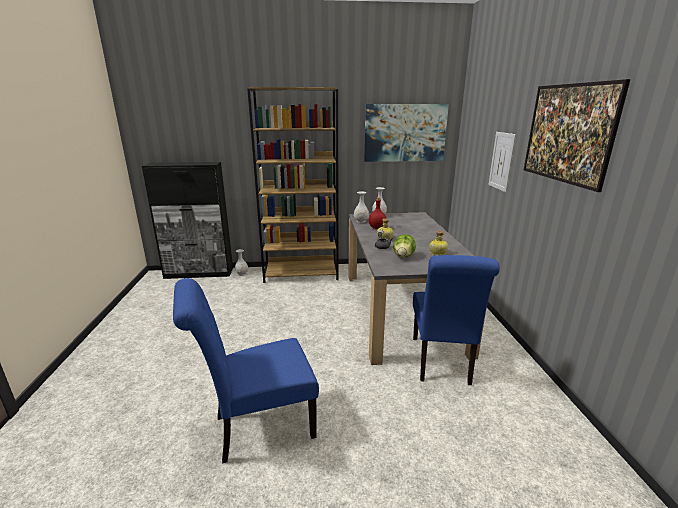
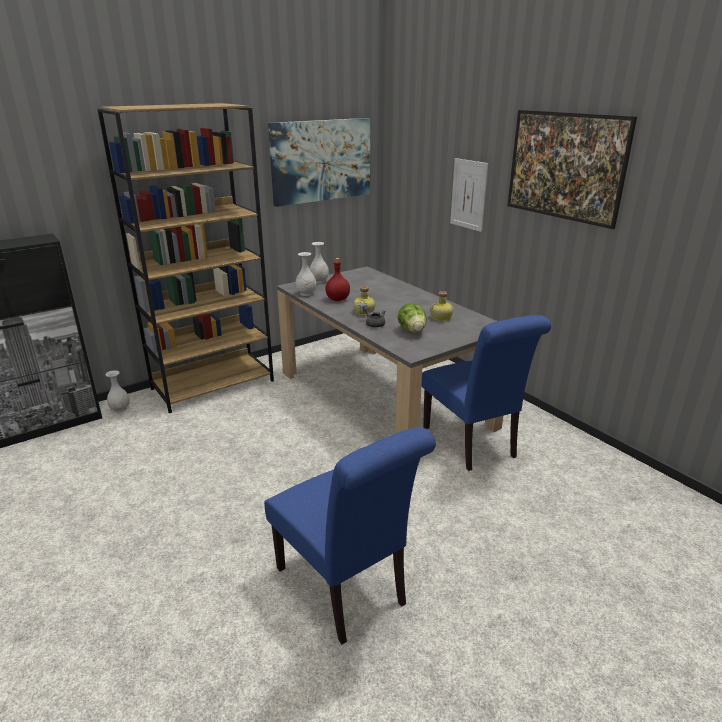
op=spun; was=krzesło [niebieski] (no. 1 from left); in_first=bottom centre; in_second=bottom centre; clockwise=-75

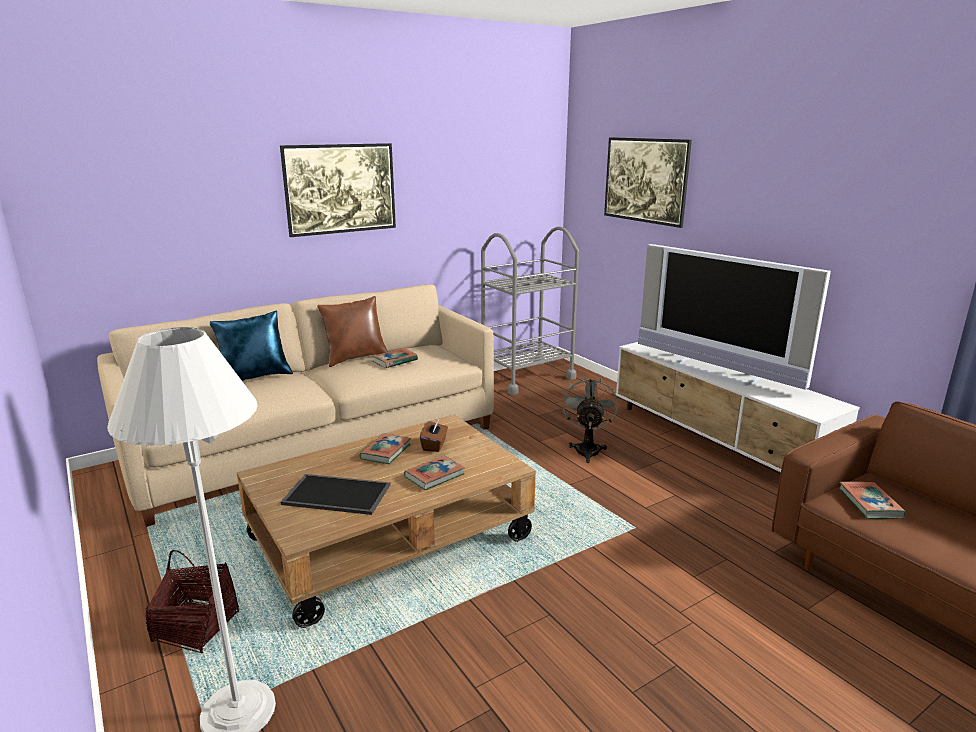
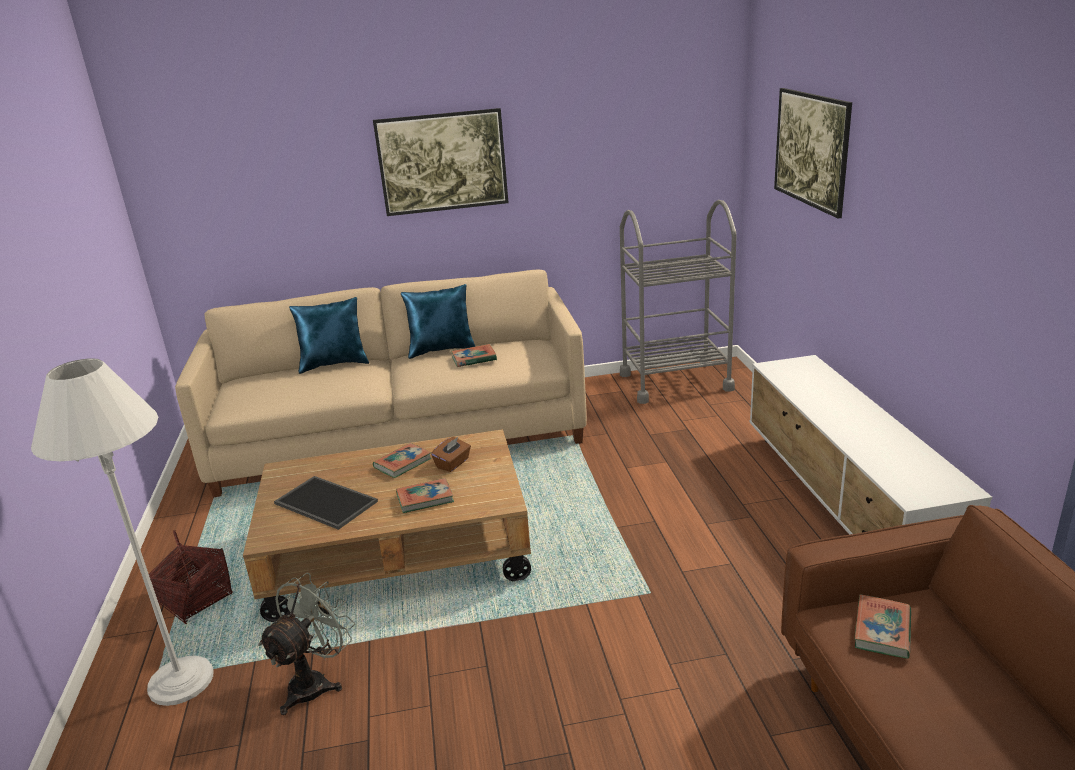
op=missing; was=telewizor; in_first=middle right
op=relocated; was=wentylator [szary]; in_first=centre; in_second=bottom left
op=colour; was=poduszka [brązowy]; now=poduszka [niebieski] (no. 2 from left); in_first=centre; in_second=centre

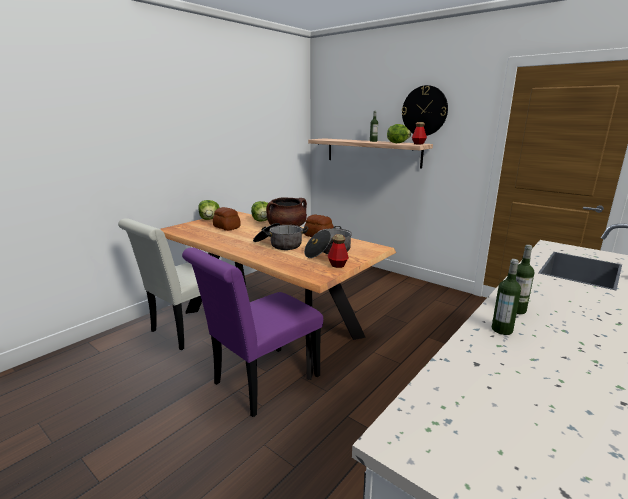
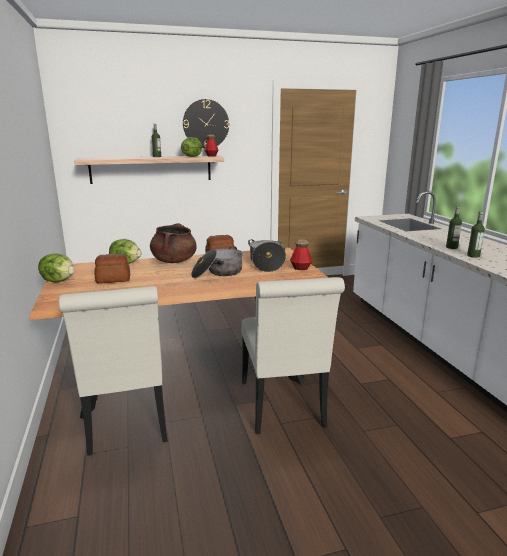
op=colour; was=krzesło [fioletowy]; now=krzesło [biały] (no. 2 from left); in_first=centre; in_second=centre

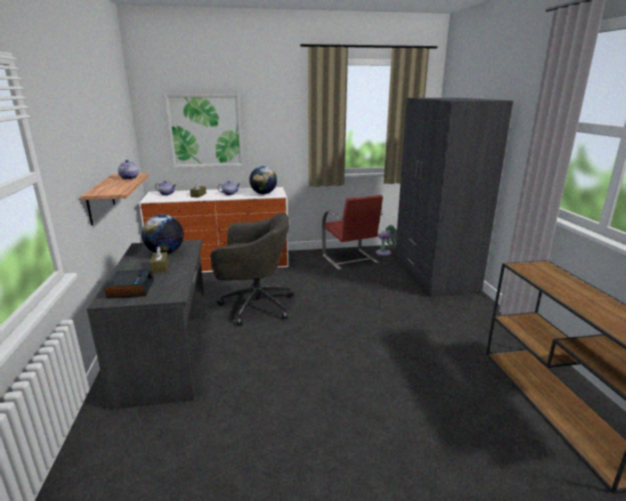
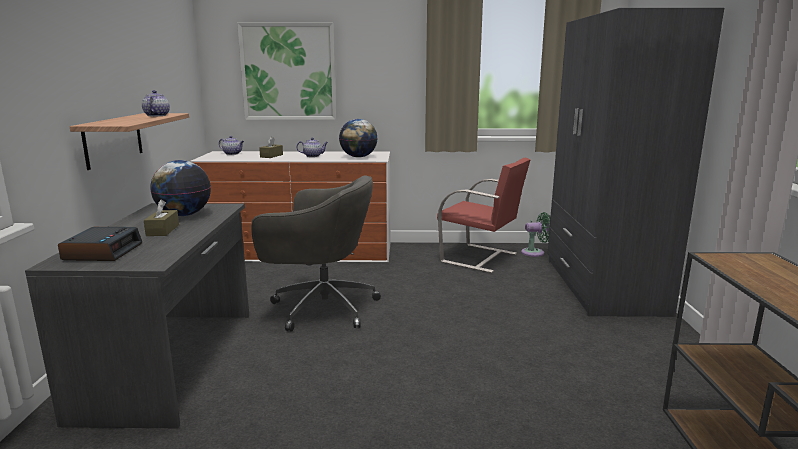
op=spun; was=krzesło [czerwony]; in_first=centre; in_second=centre; clockwise=-45

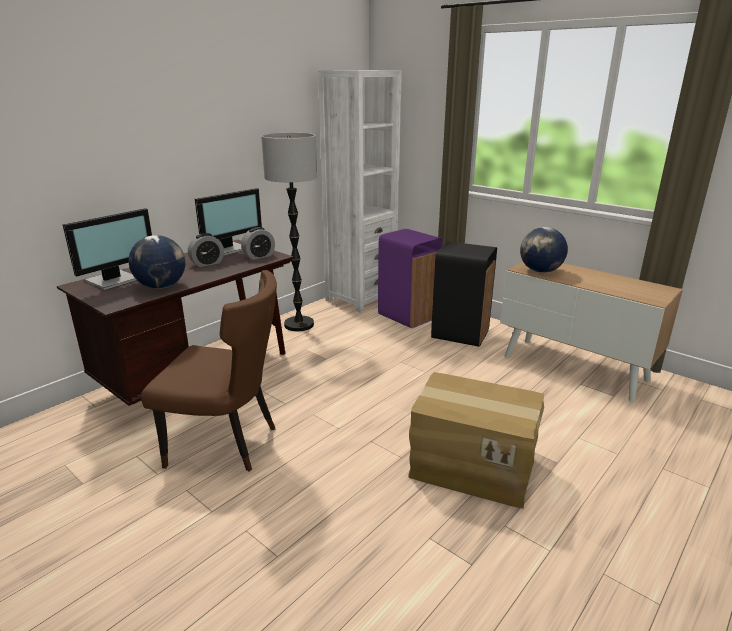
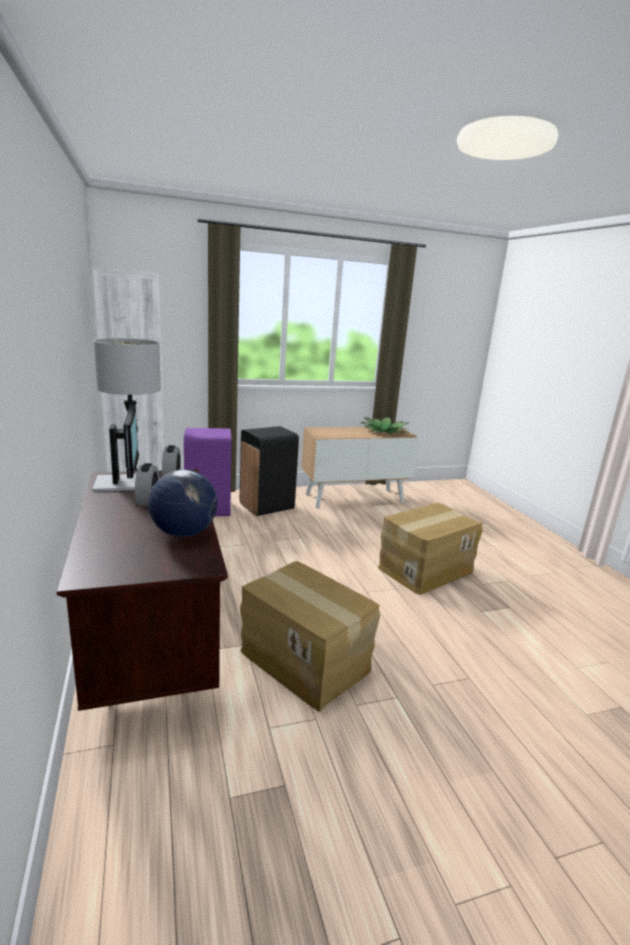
op=missing; was=monitor (no. 1 from left); in_first=middle left
op=missing; was=globus (no. 2 from left); in_first=middle right
op=appeared; now=roślina doniczkowa; in_second=centre
op=exchanged; was=krzesło [brązowy]; now=karton (no. 1 from left); in_first=middle left; in_second=bottom centre

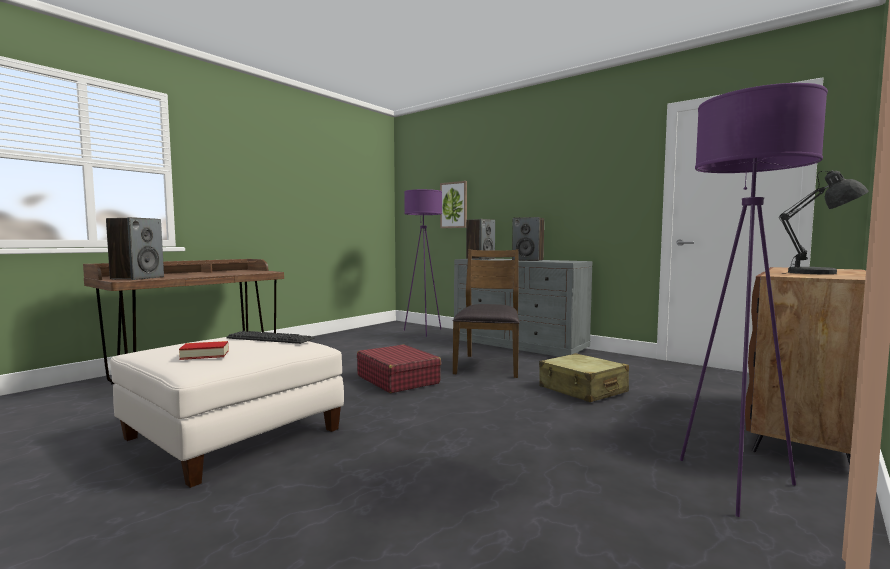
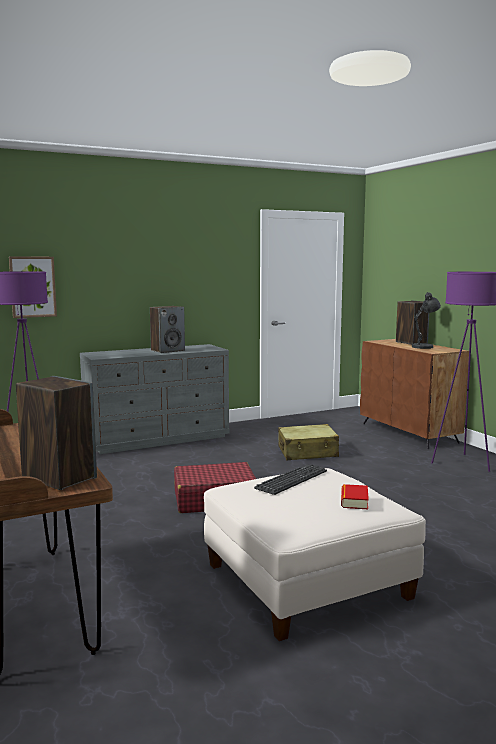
op=missing; was=krzesło [brązowy]; in_first=centre
op=relocated; was=głośnik (no. 2 from left in the first image); now=głośnik (no. 3 from left); in_first=centre; in_second=middle right

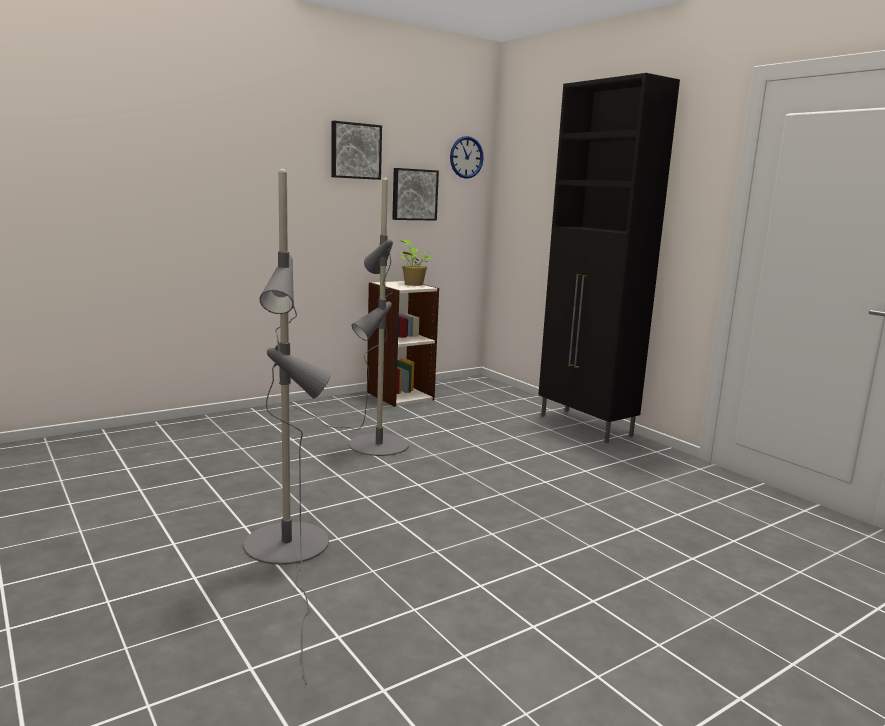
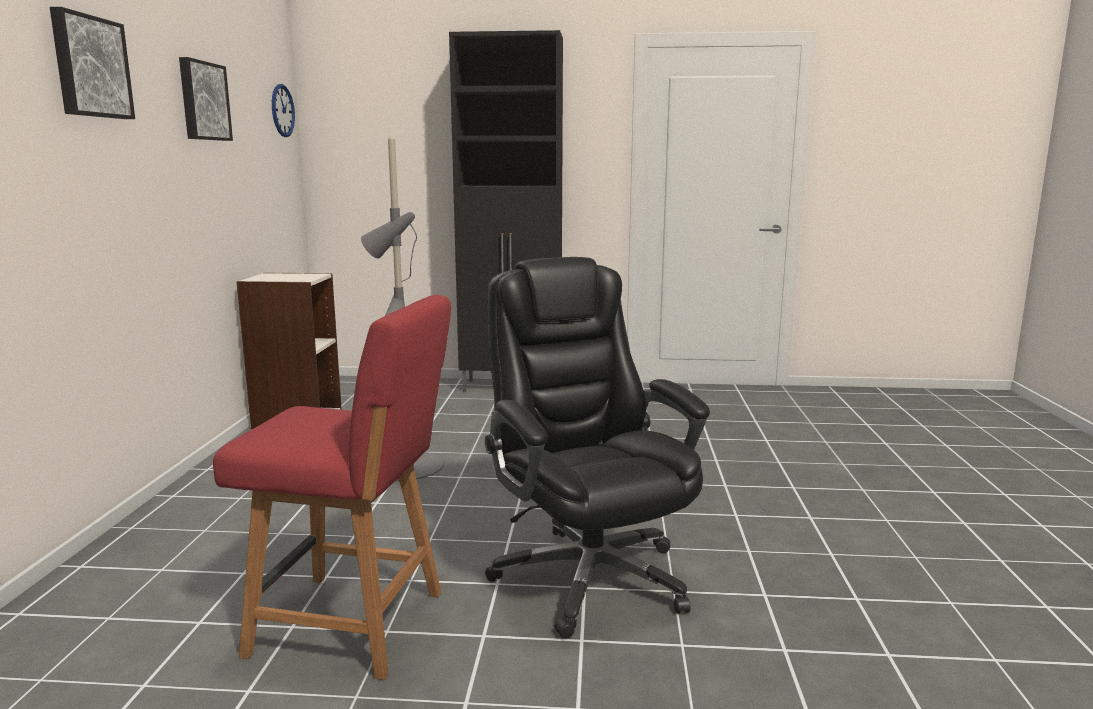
op=missing; was=roślina doniczkowa; in_first=centre
op=appeared; now=krzesło [czerwony]; in_second=bottom left
op=relocated; was=obraz (no. 2 from left in the first image); now=obraz (no. 1 from left); in_first=top centre; in_second=top left
op=exchanged; was=lampa stojąca [szary] (no. 1 from left); now=krzesło biurowe [czarny]; in_first=middle left; in_second=centre

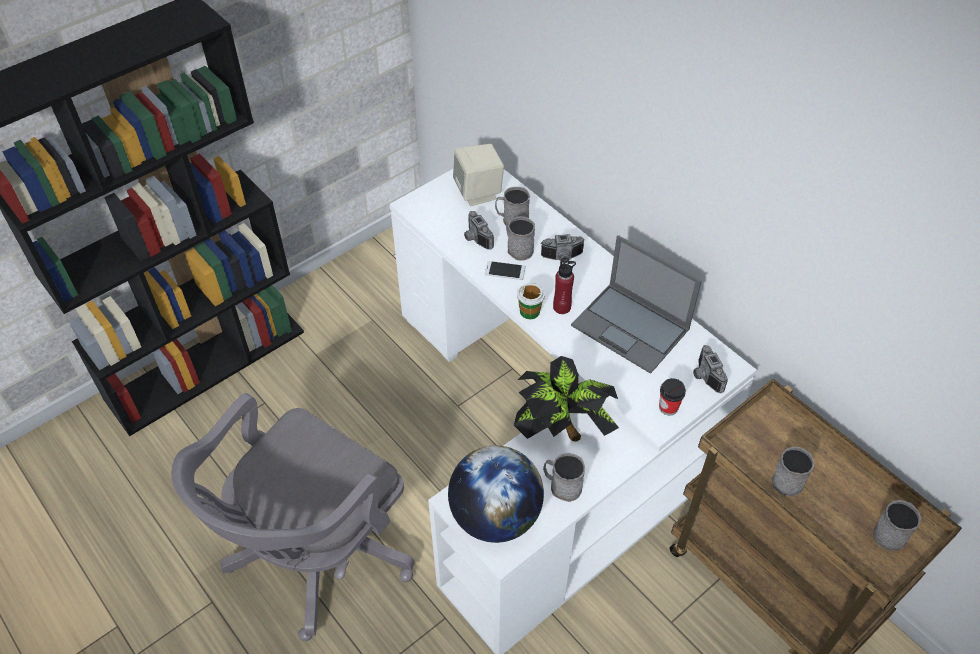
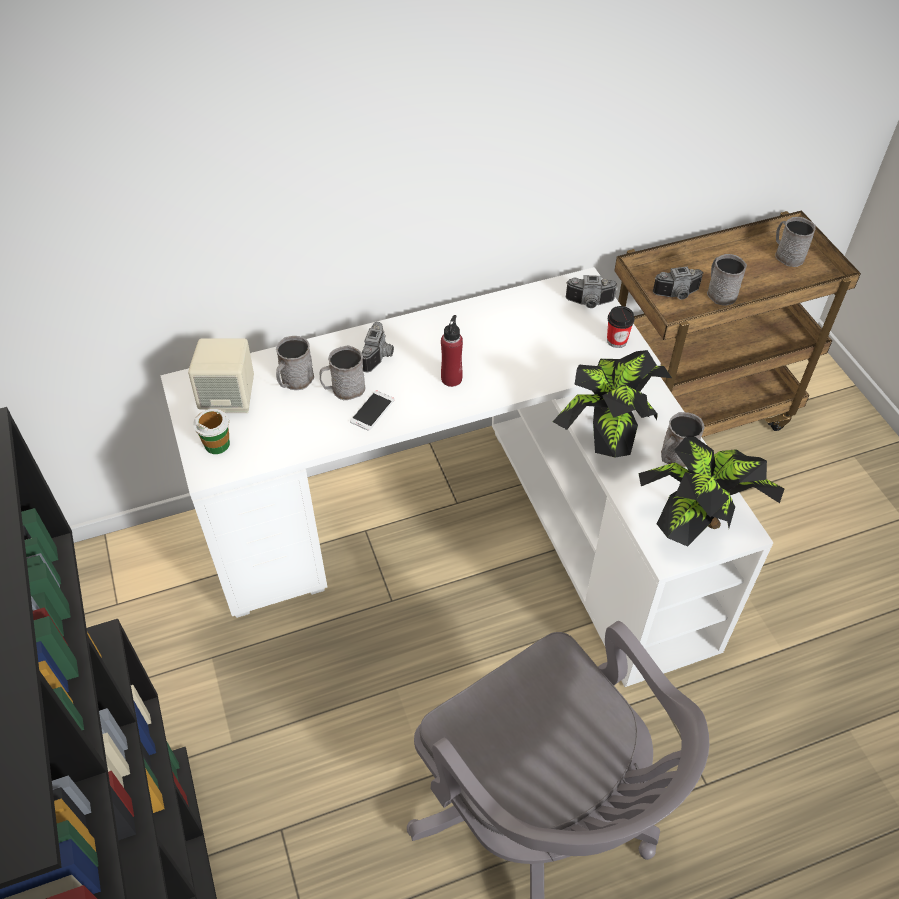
op=missing; was=laptop; in_first=centre
op=relocated; was=aparat fotograficzny (no. 1 from left in the first image); now=aparat fotograficzny (no. 3 from left); in_first=centre; in_second=top right
op=relocated; was=filiżanka (no. 1 from left); in_first=centre; in_second=middle left
op=exchanged; was=globus; now=roślina doniczkowa (no. 2 from left); in_first=bottom centre; in_second=middle right

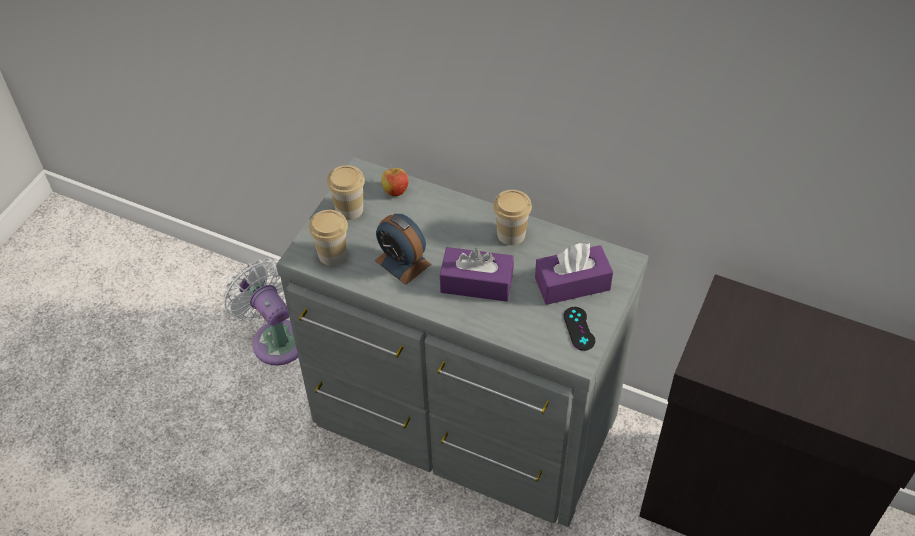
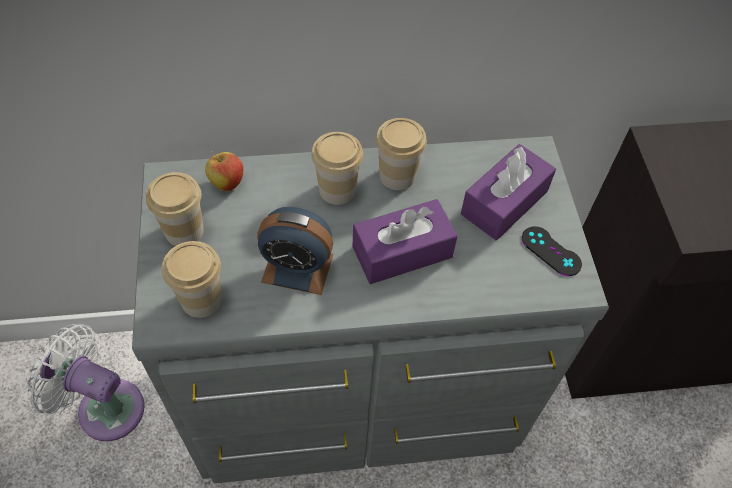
op=appeared; now=filiżanka (no. 3 from left); in_second=centre

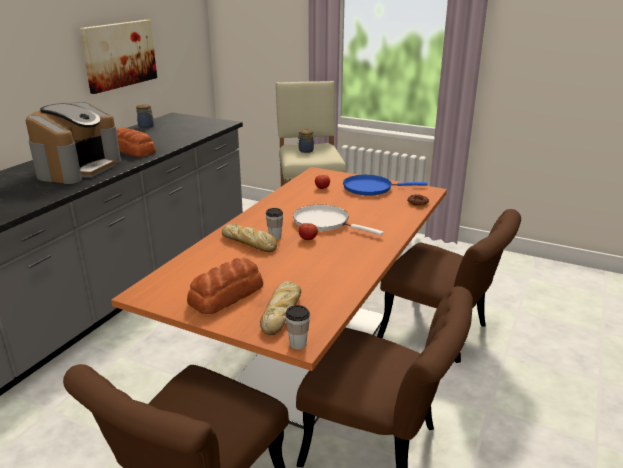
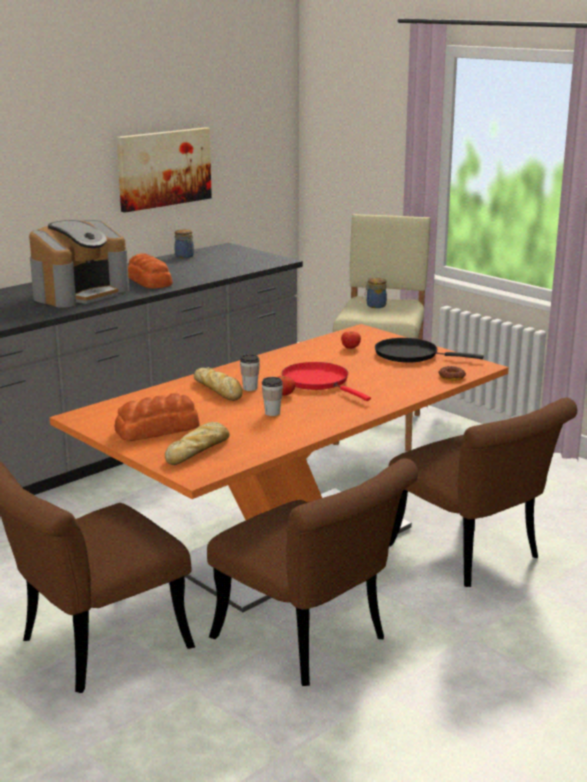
op=relocated; was=filiżanka (no. 2 from left); in_first=bottom centre; in_second=centre
op=colour; was=patelnia [biały]; now=patelnia [czerwony]; in_first=centre; in_second=centre
op=colour; was=patelnia [niebieski]; now=patelnia [czarny]; in_first=centre; in_second=middle right

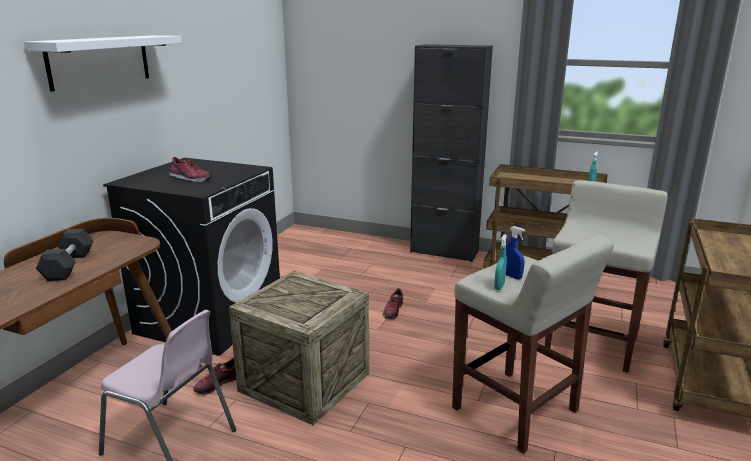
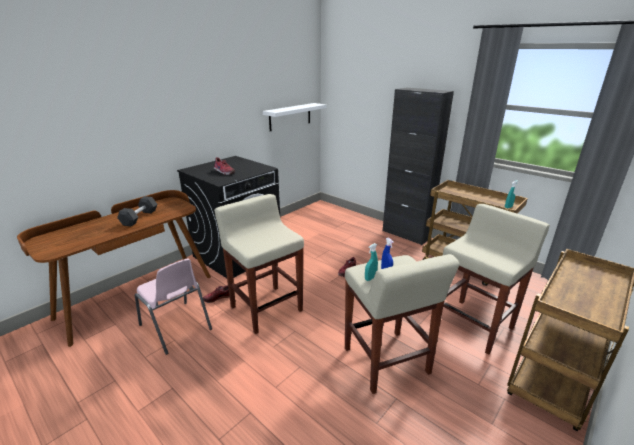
op=relocated; was=półka [biały]; in_first=top left; in_second=top centre
op=exchanged; was=skrzynka; now=stołek [beżowy] (no. 1 from left); in_first=bottom centre; in_second=centre

